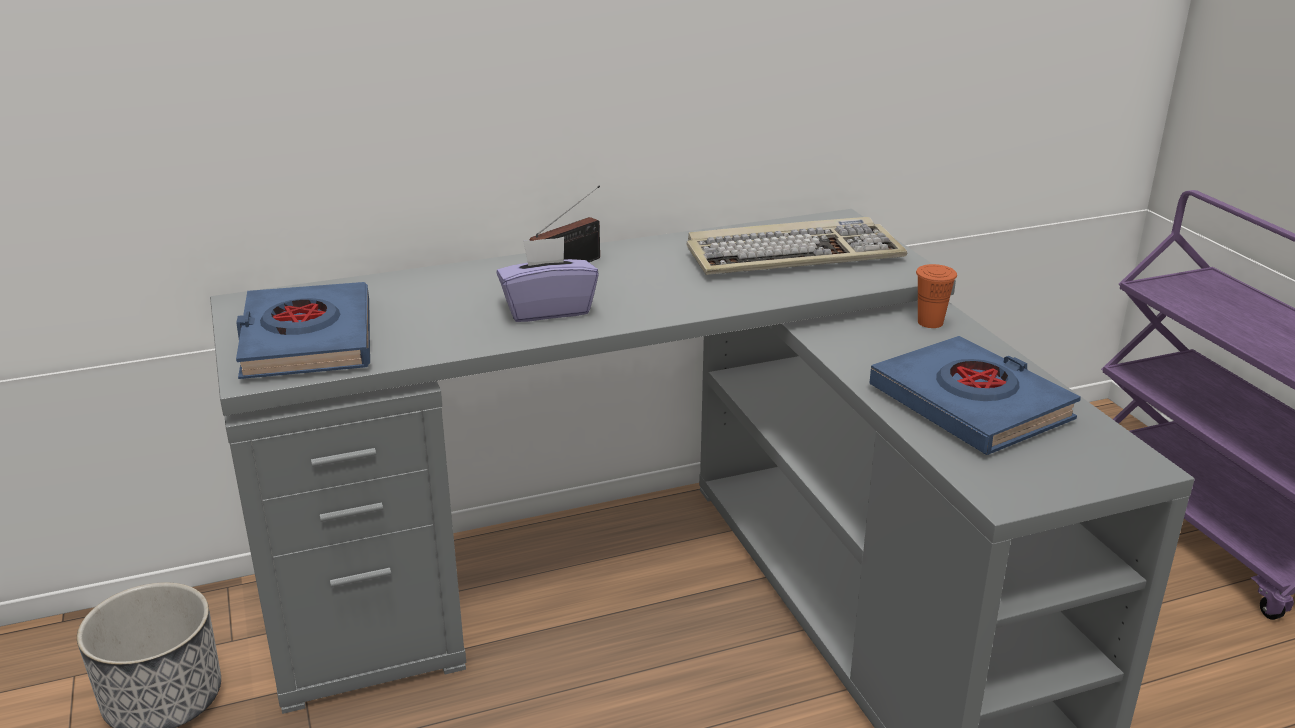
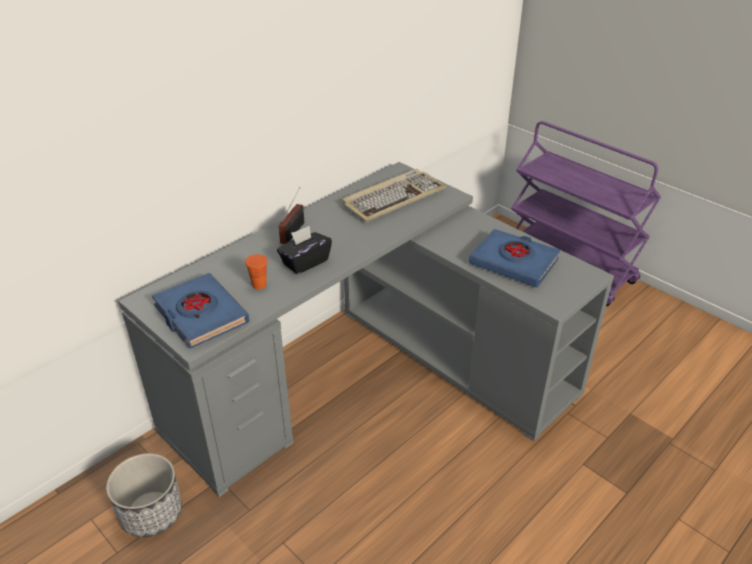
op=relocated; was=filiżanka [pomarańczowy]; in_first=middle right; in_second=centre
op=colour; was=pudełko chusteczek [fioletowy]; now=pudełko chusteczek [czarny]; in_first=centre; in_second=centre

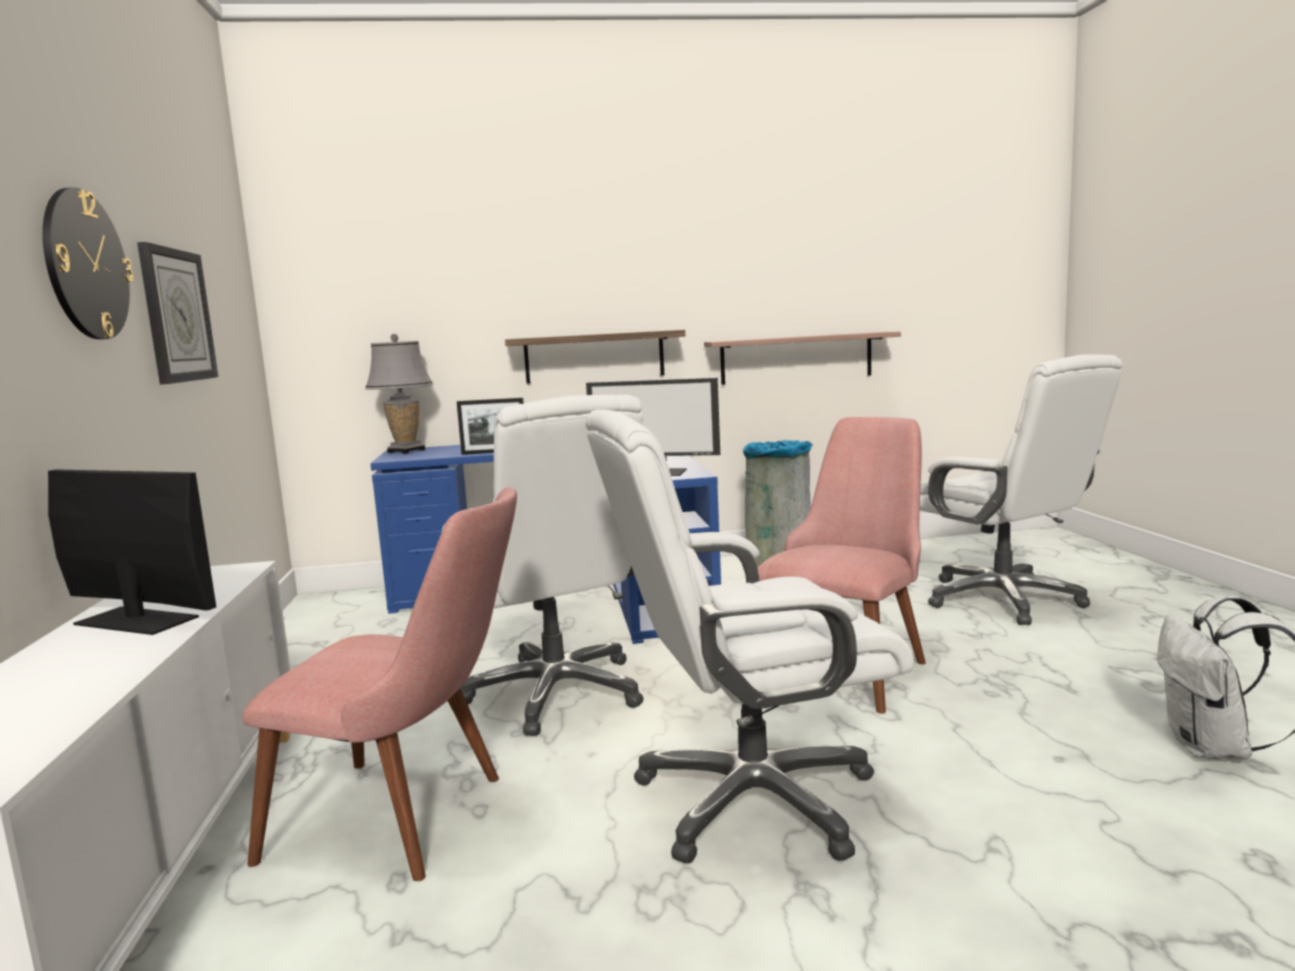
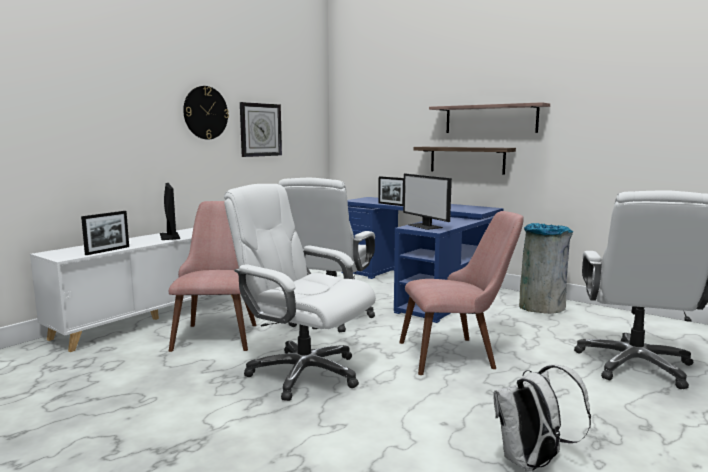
op=missing; was=lampa stołowa [szary]; in_first=middle left
op=appeared; now=ramka na zdjęcie (no. 1 from left); in_second=middle left
op=relocated; was=półka (no. 2 from left); in_first=centre; in_second=top right
op=spun; was=krzesło [różowy] (no. 1 from left); in_first=bottom left; in_second=middle left; clockwise=-150

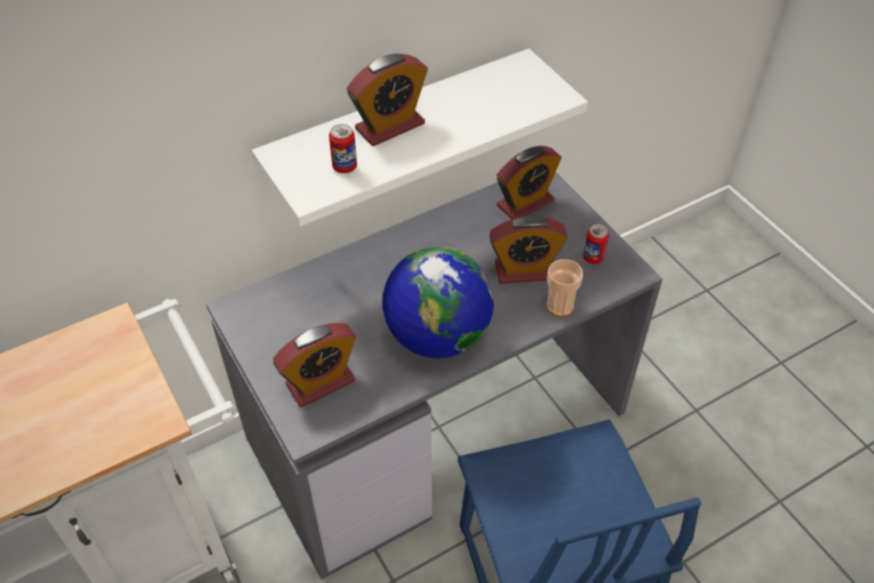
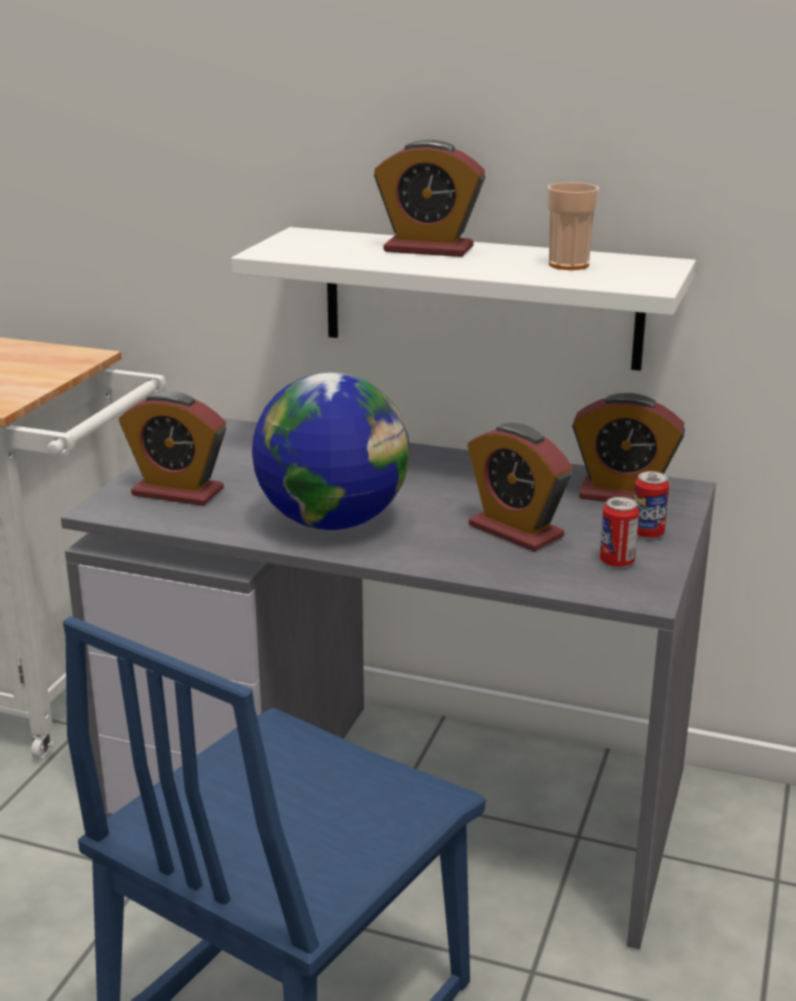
op=relocated; was=puszka (no. 1 from left in the first image); now=puszka (no. 2 from left); in_first=top centre; in_second=middle right
op=relocated; was=filiżanka; in_first=centre; in_second=top right

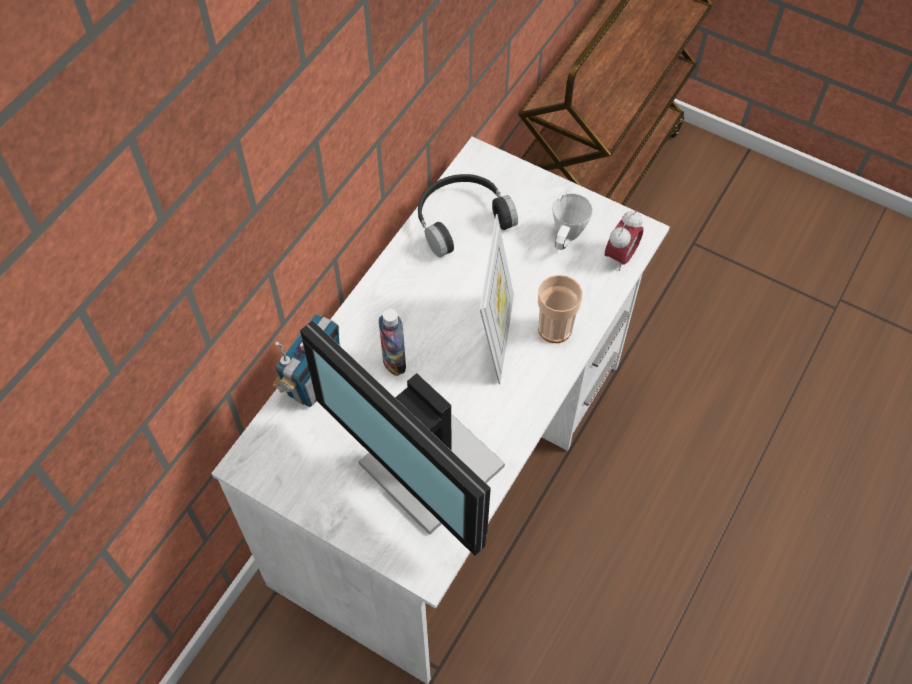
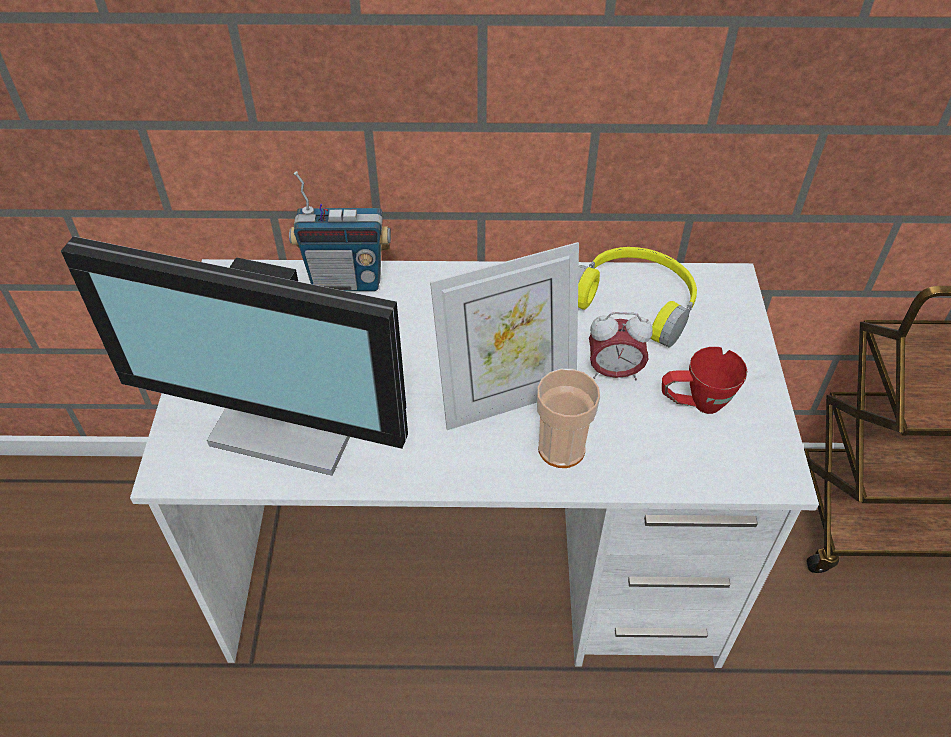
op=missing; was=butelka; in_first=centre
op=relocated; was=budzik; in_first=middle right; in_second=centre
op=colour; was=słuchawki [czarny]; now=słuchawki [żółty]; in_first=top centre; in_second=middle right
op=colour; was=kubek [biały]; now=kubek [czerwony]; in_first=top centre; in_second=middle right
op=spun; was=monitor; in_first=centre; in_second=middle left; clockwise=-90

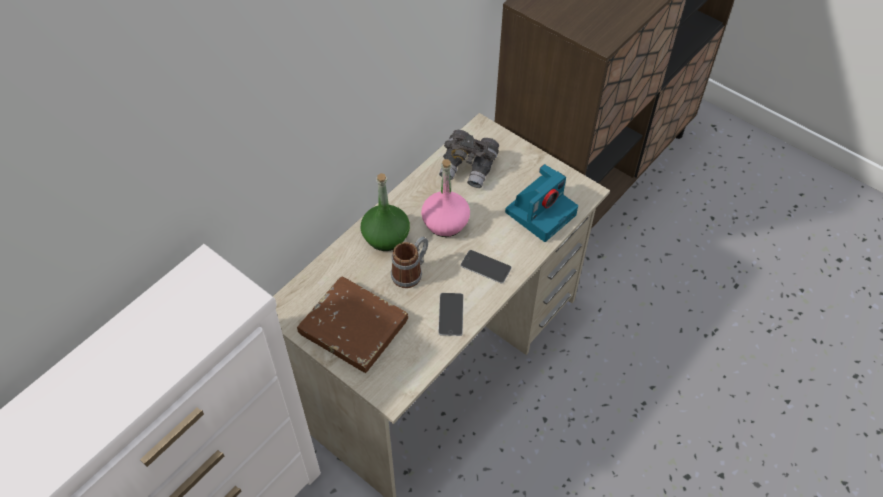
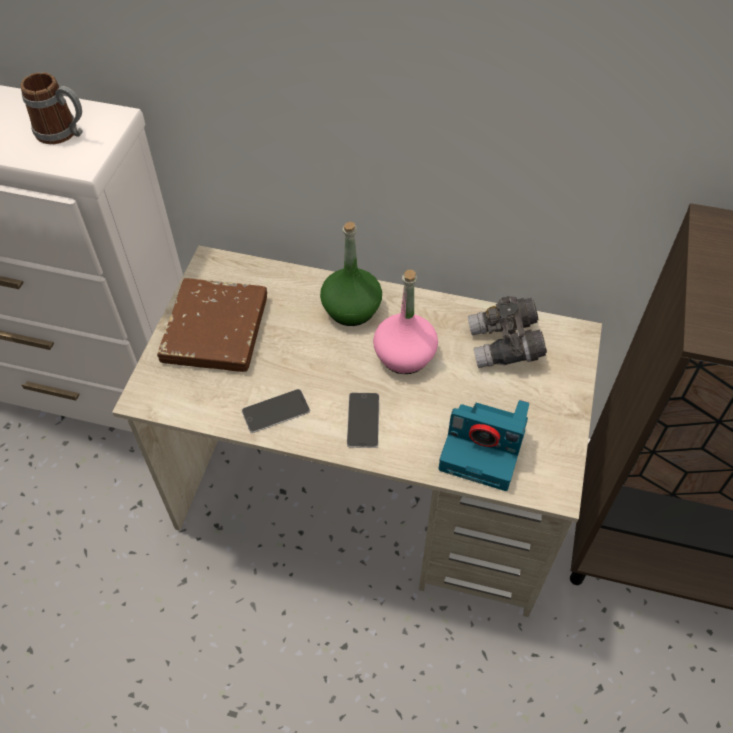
op=relocated; was=kubek; in_first=centre; in_second=top left

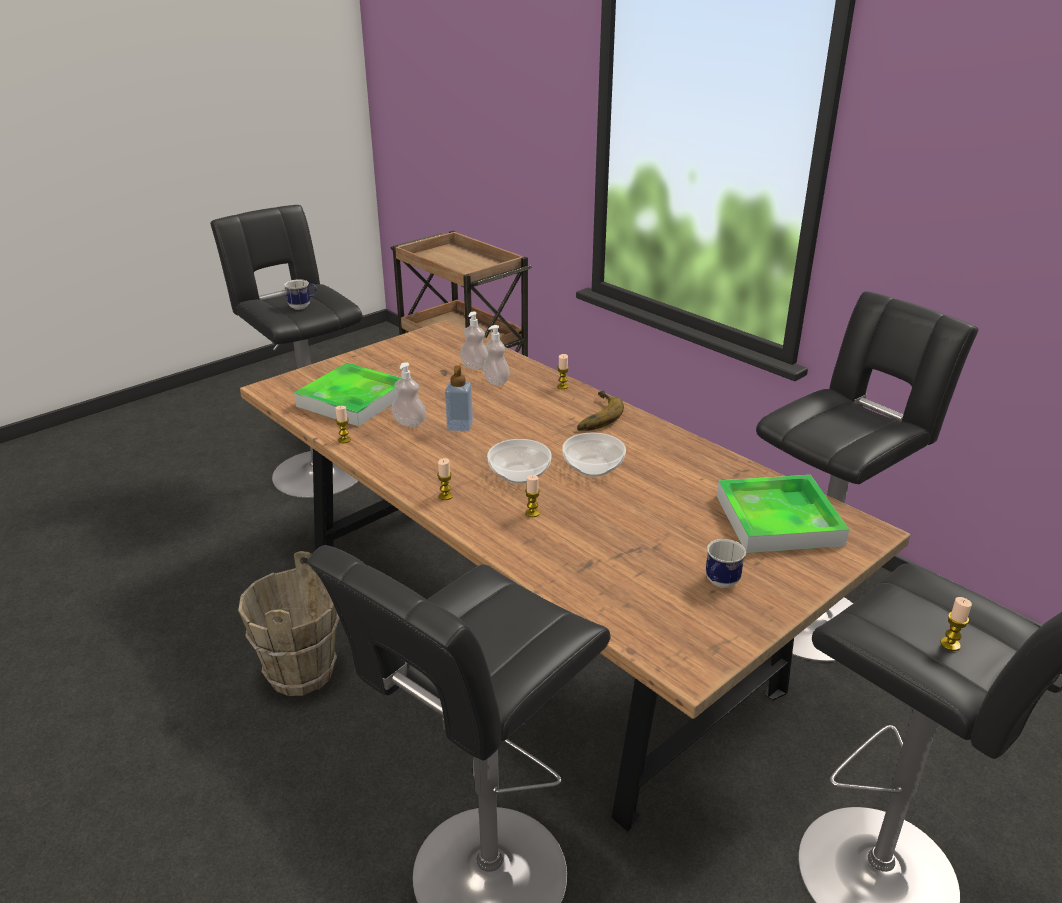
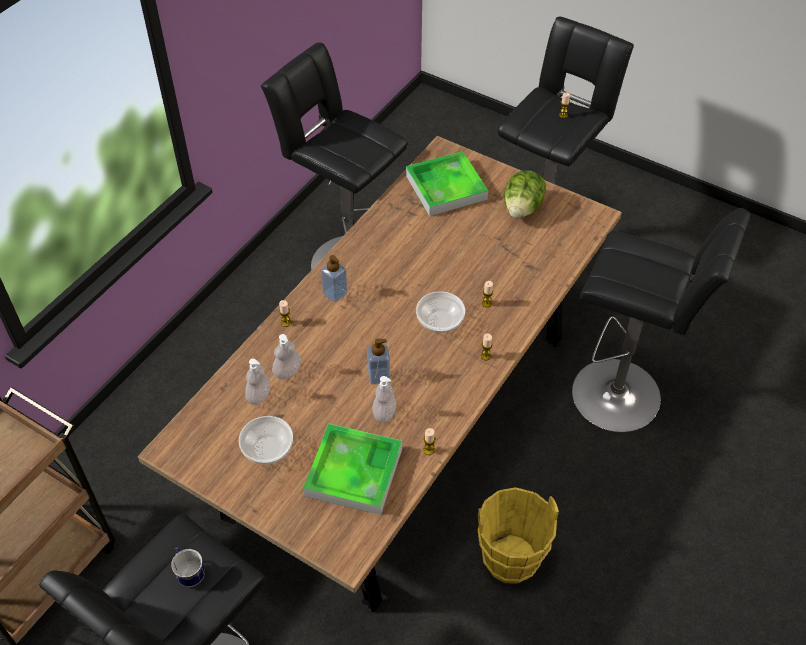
op=relocated; was=miska (no. 2 from left in the first image); now=miska (no. 1 from left); in_first=centre; in_second=bottom left
op=exchanged; was=banan; now=dozownik mydła (no. 3 from left); in_first=centre; in_second=centre
op=exchanged; was=kubek (no. 2 from left); now=sałata; in_first=middle right; in_second=top centre
op=colour; was=wiadro [brązowy]; now=wiadro [żółty]; in_first=bottom left; in_second=bottom centre

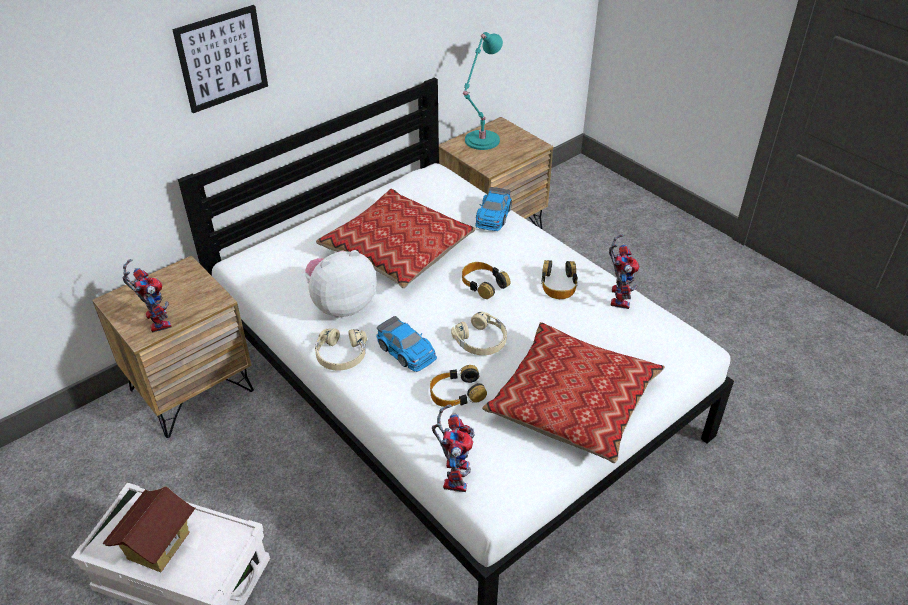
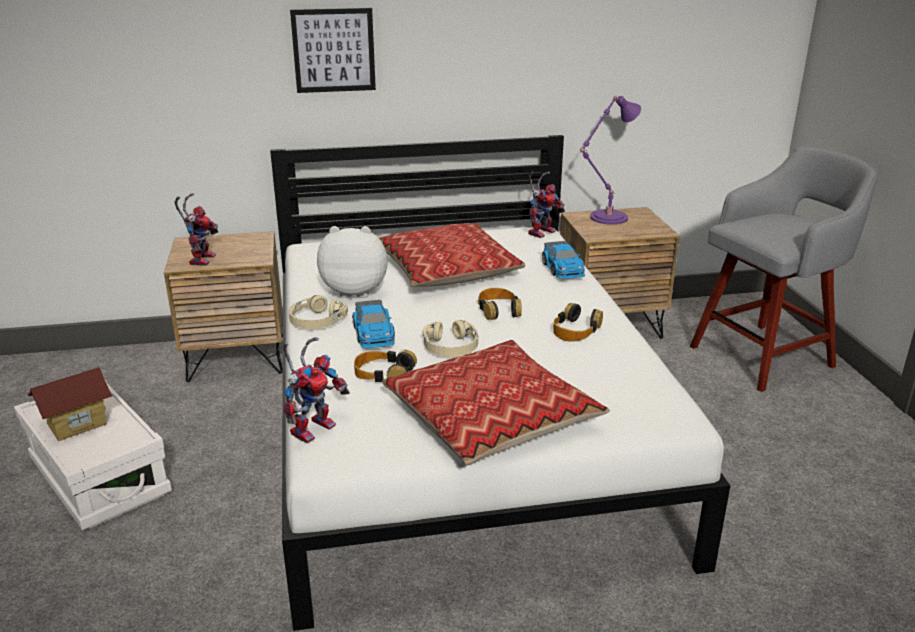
op=appeared; now=stołek [szary]; in_second=middle right
op=relocated; was=robot zabawkowy (no. 3 from left); in_first=middle right; in_second=top centre
op=colour; was=lampa stołowa [turkusowy]; now=lampa stołowa [fioletowy]; in_first=top centre; in_second=top right
op=spun; was=samochodzik (no. 2 from left); in_first=centre; in_second=centre; clockwise=-60

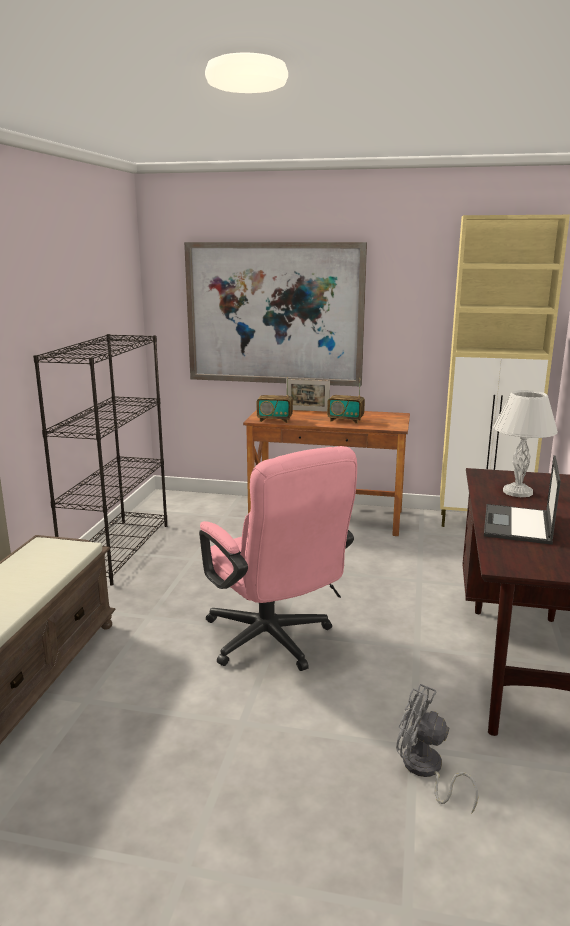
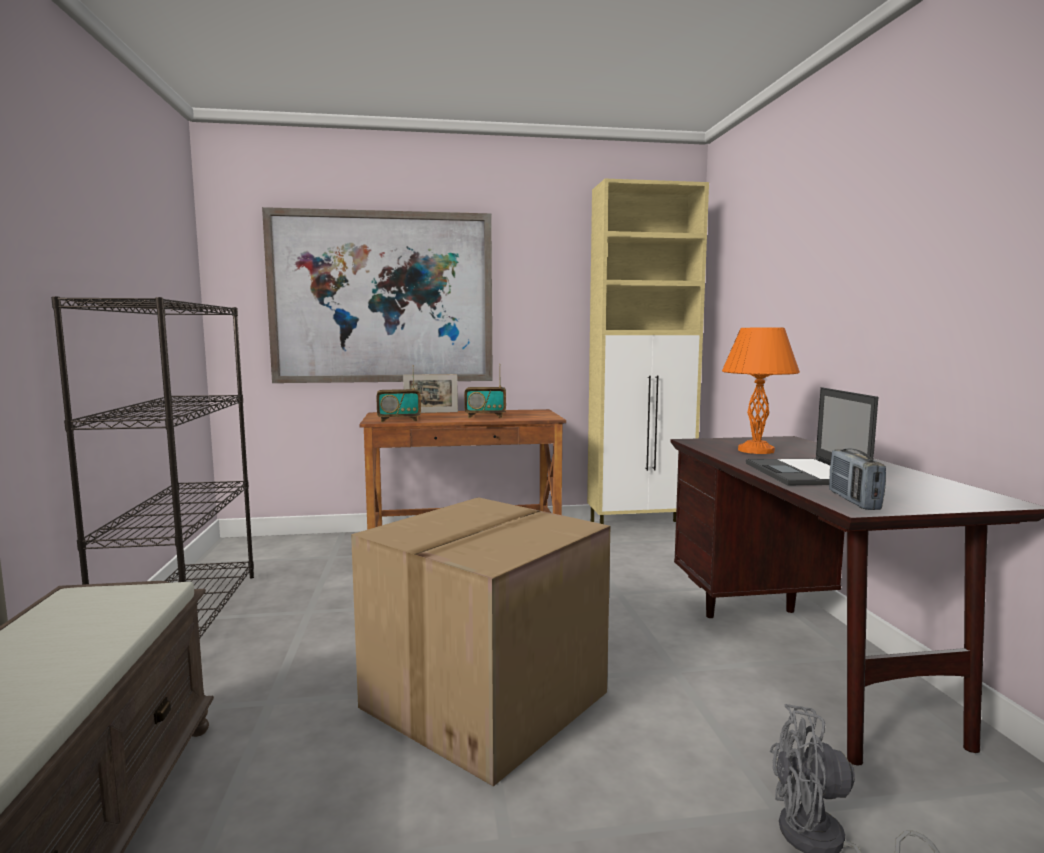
op=appeared; now=radio (no. 3 from left); in_second=middle right
op=exchanged; was=krzesło biurowe [różowy]; now=karton; in_first=centre; in_second=bottom centre
op=colour; was=lampa stołowa [biały]; now=lampa stołowa [pomarańczowy]; in_first=middle right; in_second=middle right

